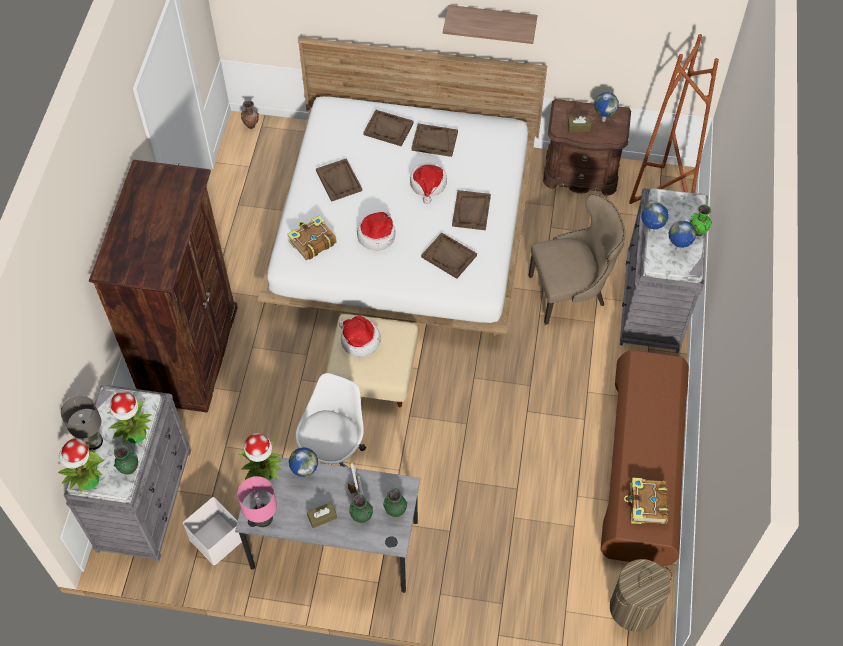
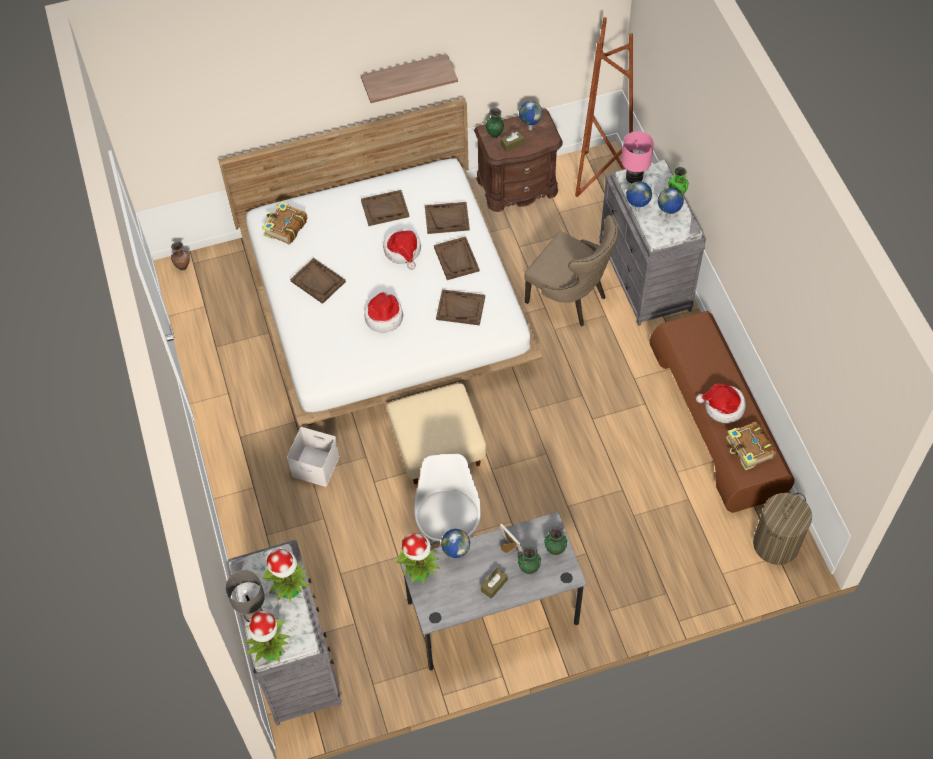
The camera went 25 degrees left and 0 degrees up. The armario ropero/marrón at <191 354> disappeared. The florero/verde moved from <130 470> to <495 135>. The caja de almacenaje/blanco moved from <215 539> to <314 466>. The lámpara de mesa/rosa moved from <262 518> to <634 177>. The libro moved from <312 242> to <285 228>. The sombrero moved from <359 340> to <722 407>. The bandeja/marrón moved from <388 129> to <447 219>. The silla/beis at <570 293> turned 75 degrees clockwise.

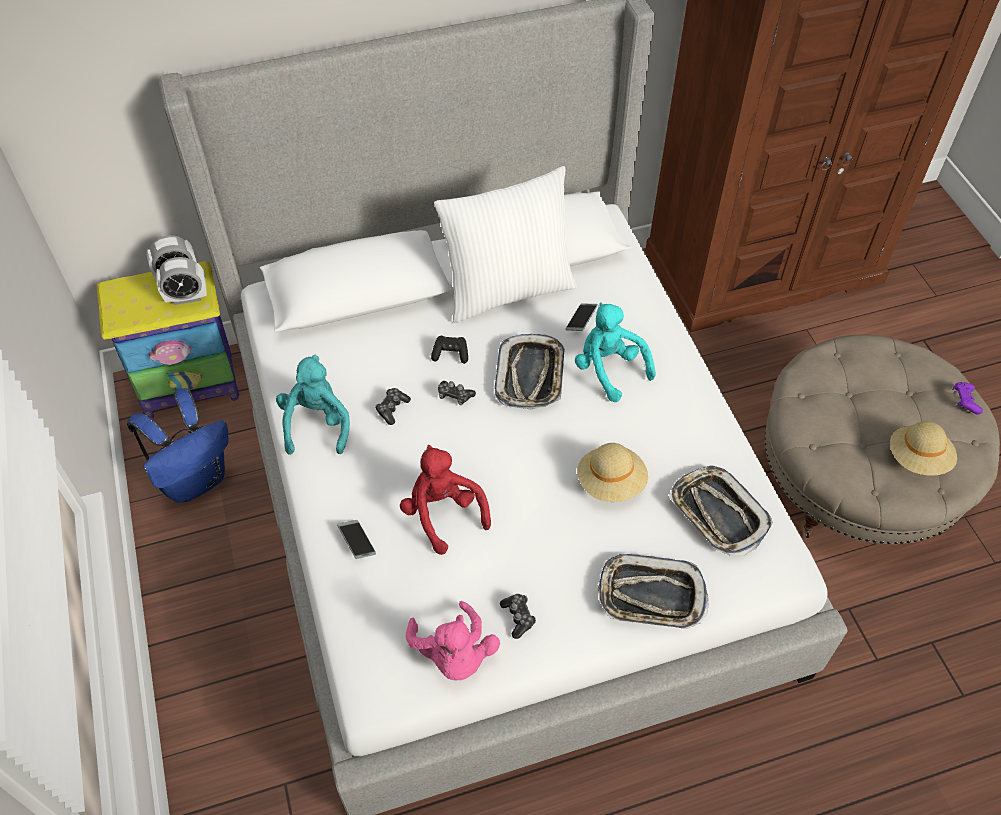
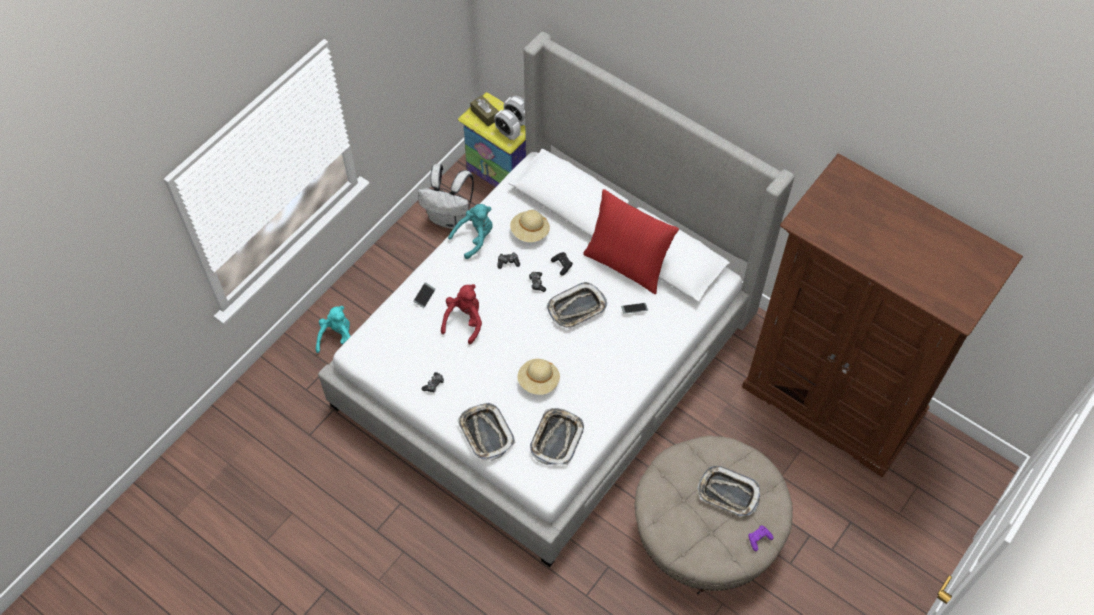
The camera went 55 degrees right and 5 degrees up. The peluche/rosa at <454 655> disappeared. The caja de pañuelos/marrón at <485 114> appeared. The bandeja at <728 493> appeared. The peluche/turquesa moved from <609 369> to <337 339>. The sombrero/beis moved from <918 459> to <530 232>. The mochila/azul at <195 479> became the mochila/blanco at <450 218>. The cojín/blanco at <507 289> became the cojín/rojo at <627 264>.

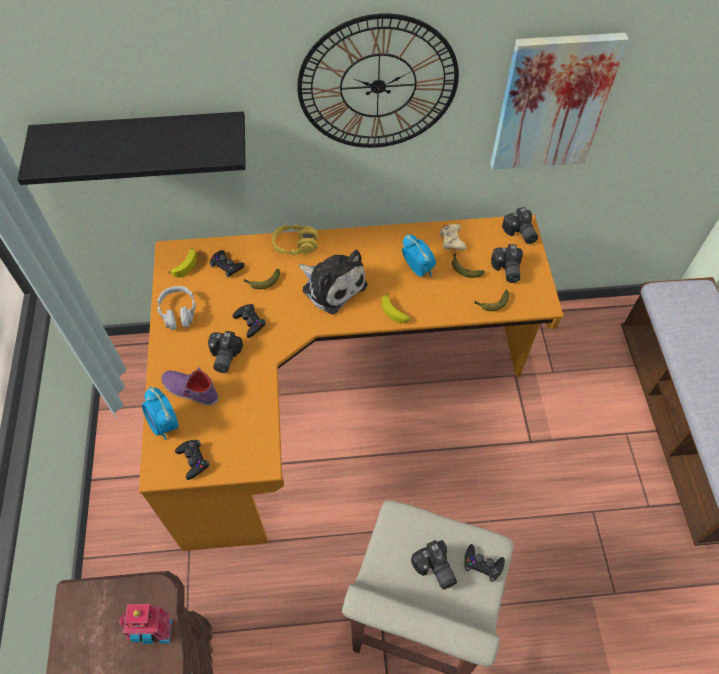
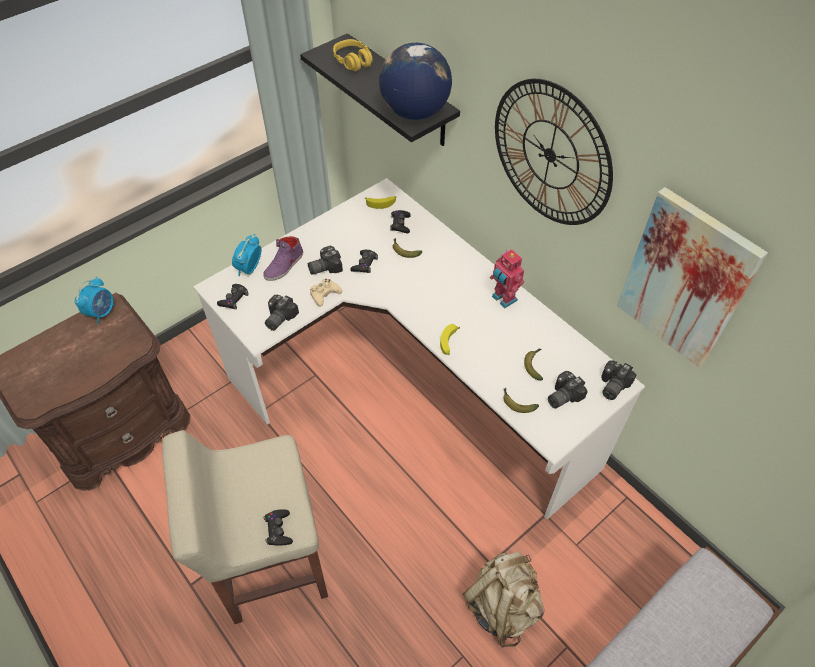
The camera went 55 degrees right and 5 degrees down. The auriculares/gris at <178 312> disappeared. The peluche at <332 285> disappeared. The globo terráqueo at <414 112> appeared. The mochila/beis at <502 605> appeared. The robot de juguete moved from <157 634> to <503 299>. The auriculares/amarillo moved from <295 245> to <353 61>. The despertador moved from <417 268> to <102 312>. The cámara moved from <434 570> to <278 318>. The mando de consola/beis moved from <452 240> to <324 294>. The escritorio/naranja at <329 395> became the escritorio/blanco at <412 389>. The zapato/morado at <190 390> turned 135 degrees counterclockwise.

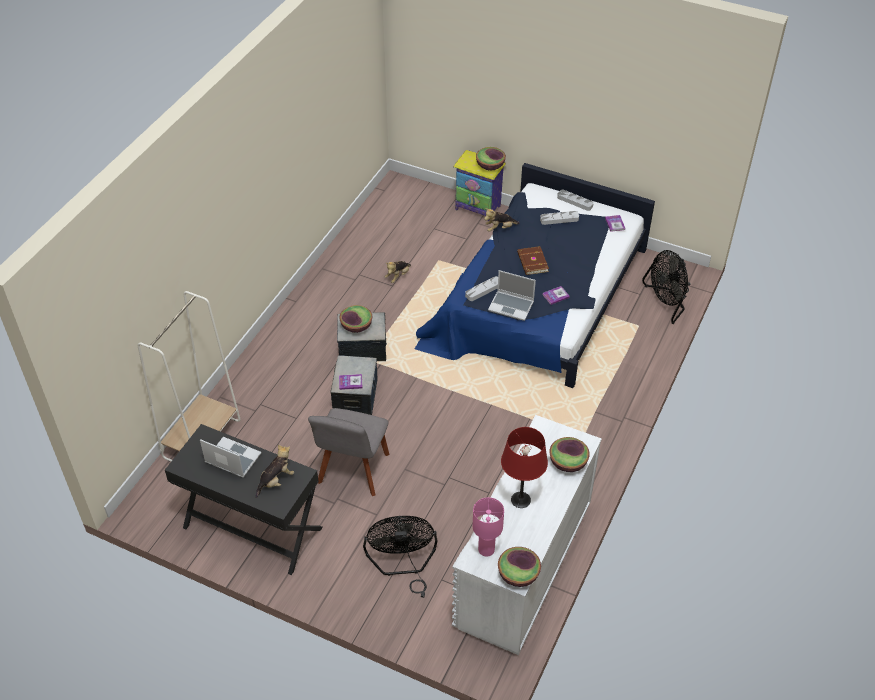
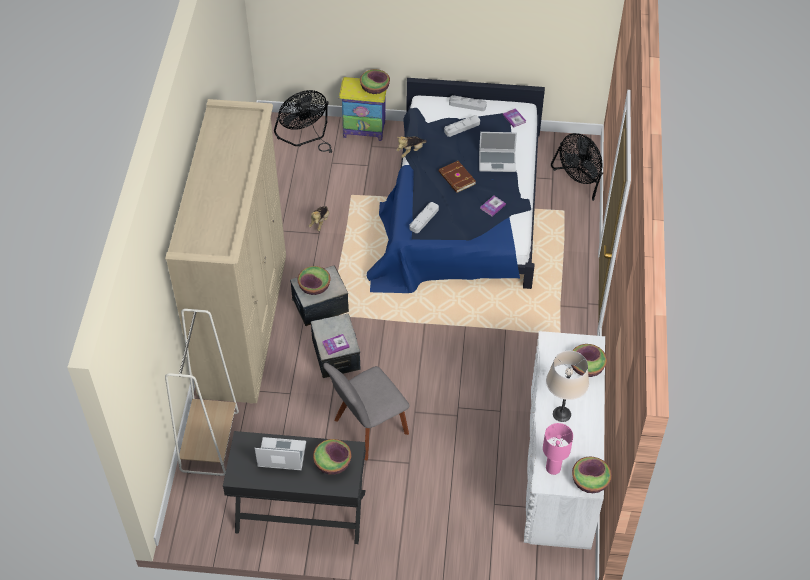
The camera went 20 degrees left and 5 degrees up. The armario ropero/beis at <244 323> appeared. The ventilador/negro moved from <404 564> to <308 136>. The portátil moved from <511 306> to <497 161>. The peluche at <276 480> was replaced by the cuenco at <332 463>. The lámpara de mesa/rojo at <520 500> became the lámpara de mesa/beis at <561 414>. The silla/gris at <353 471> turned 60 degrees clockwise.

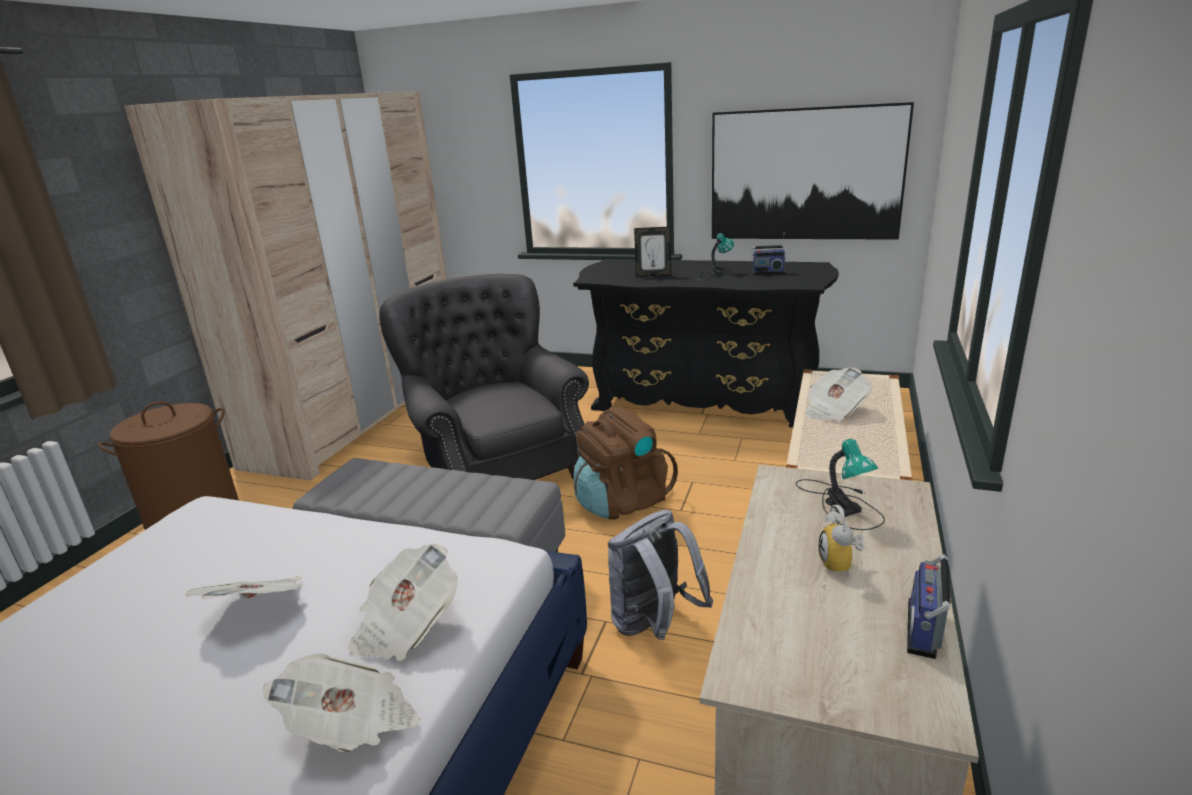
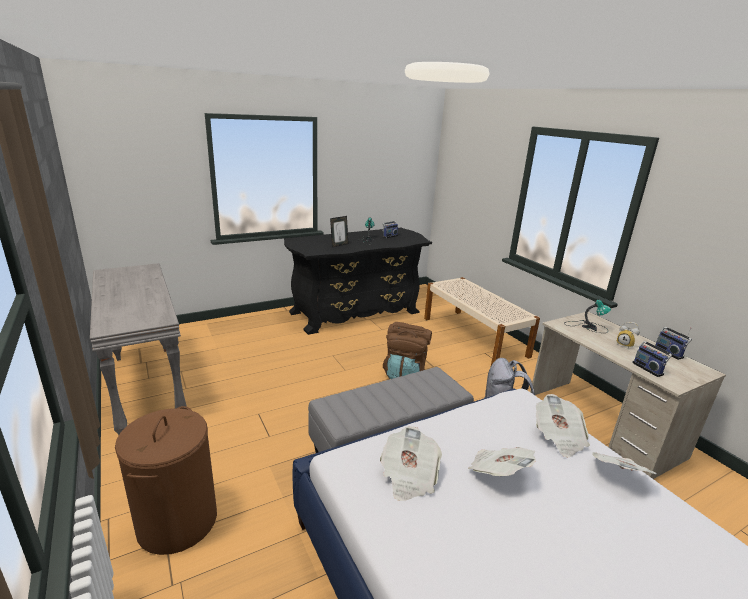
The camera went 50 degrees left and 0 degrees up. The sillón/gris at <498 467> disappeared. The cuadro at <805 175> disappeared. The radio at <648 368> appeared. The periódico moved from <833 411> to <408 477>. The armario ropero/beis at <363 412> was replaced by the mesa consola/gris at <146 388>.

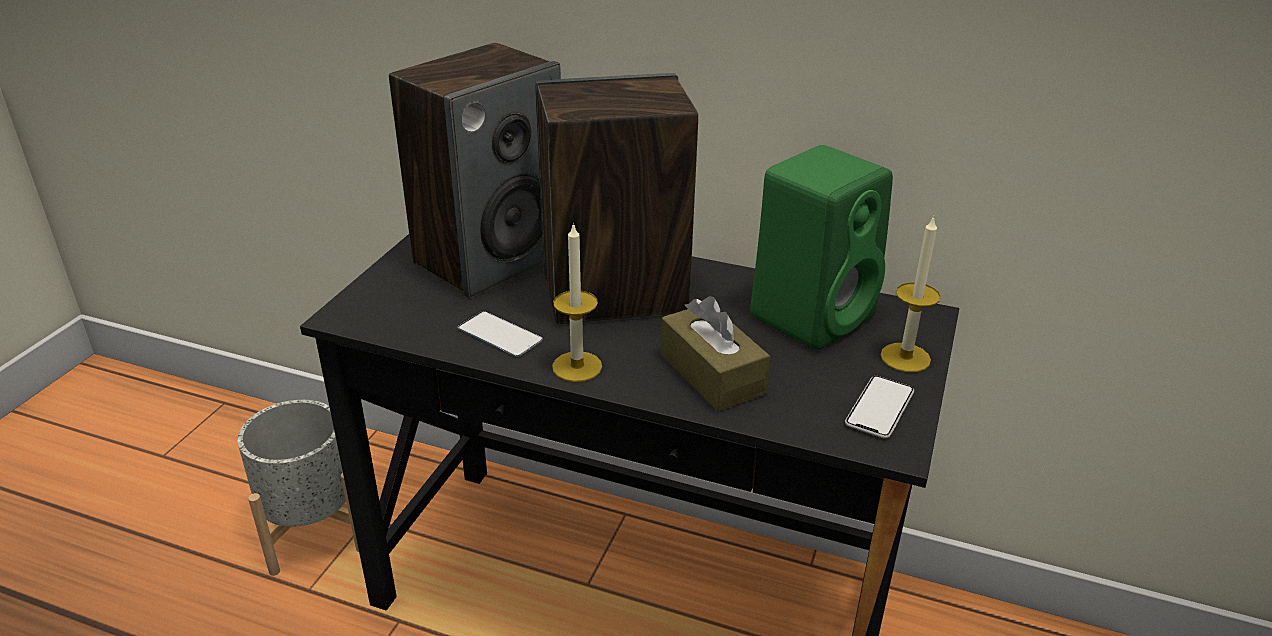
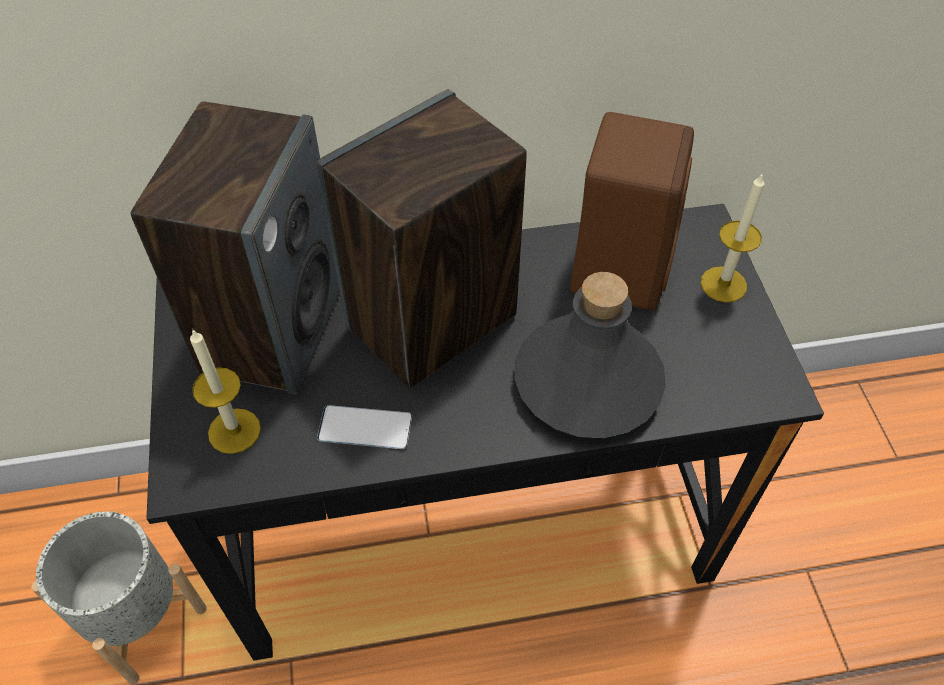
The camera went 30 degrees left and 20 degrees up. The móvil at <879 408> disappeared. The vela moved from <577 366> to <234 431>. The caja de pañuelos/marrón at <712 374> was replaced by the botella/gris at <589 382>. The altavoz/verde at <813 314> became the altavoz/marrón at <619 266>.

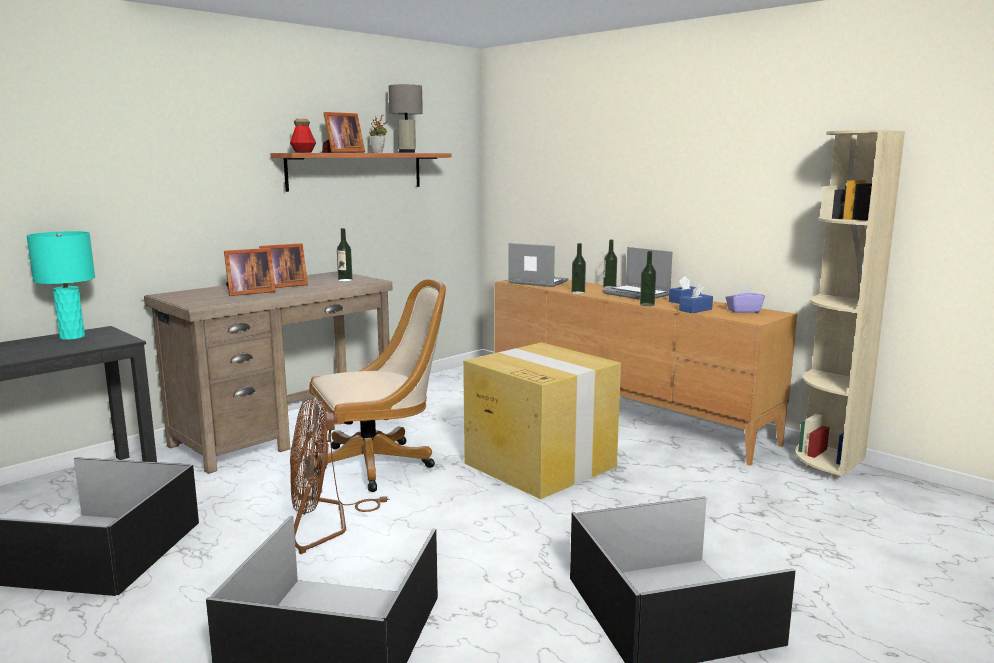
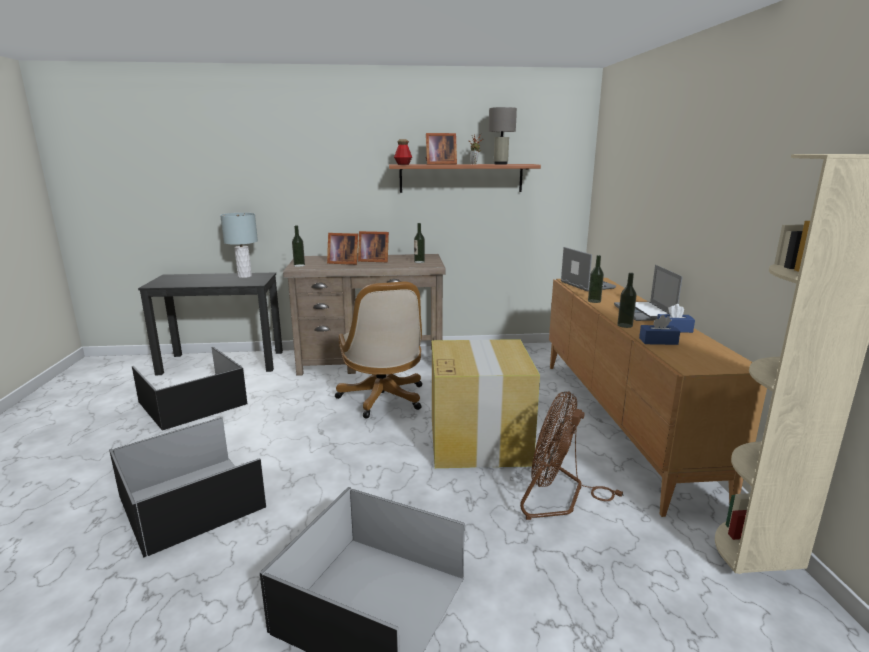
The camera went 40 degrees right and 5 degrees up. The caja de pañuelos/morado at <743 311> disappeared. The ventilador/marrón moved from <325 519> to <561 493>. The botella moved from <609 287> to <299 265>. The lámpara de mesa/turquesa at <72 337> became the lámpara de mesa/gris at <244 276>. The silla de oficina at <379 463> turned 60 degrees clockwise.

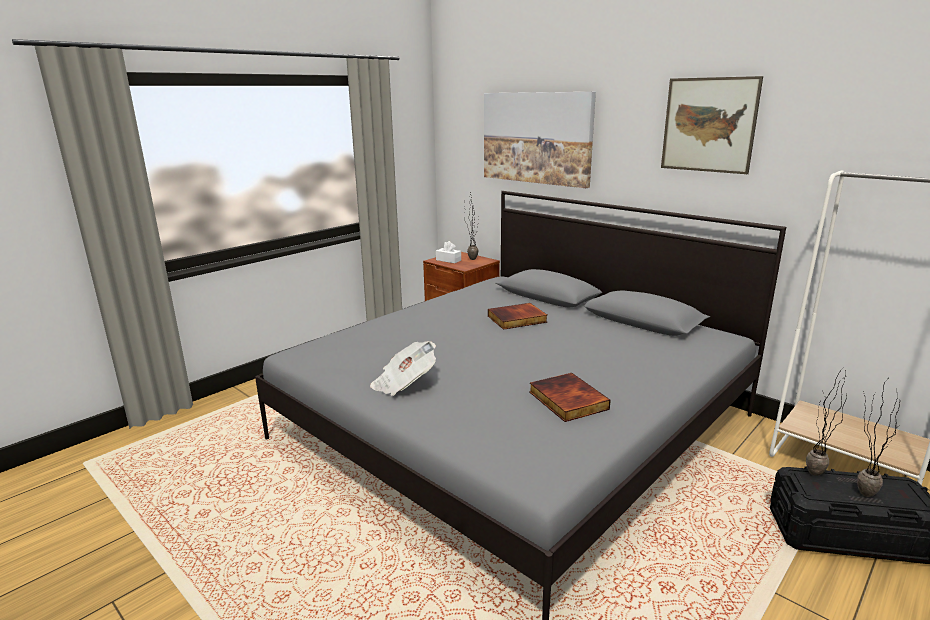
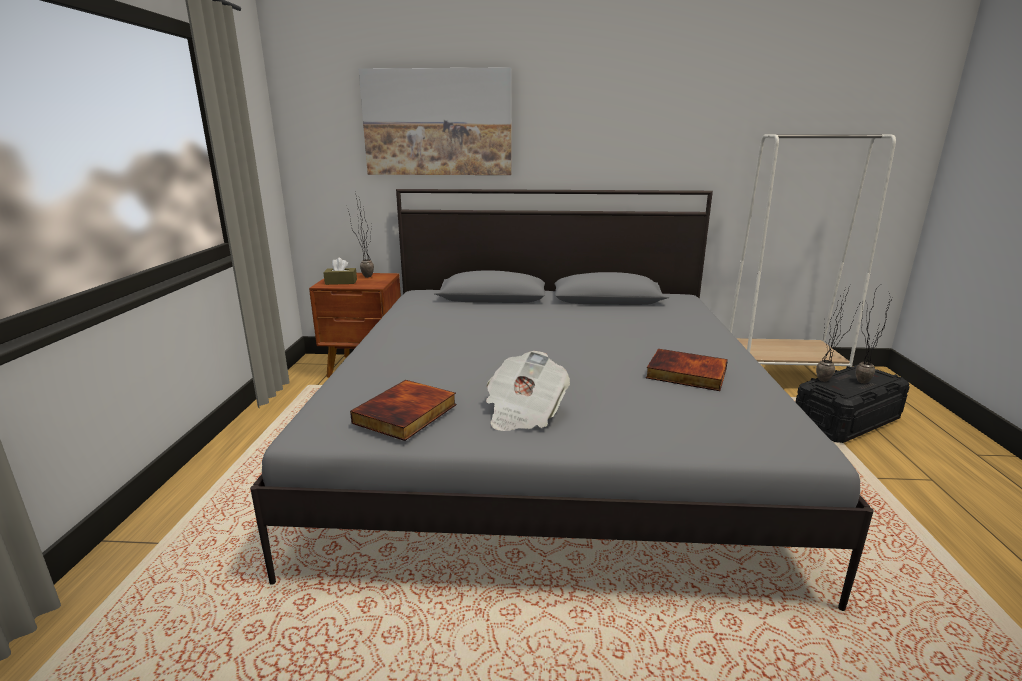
The camera went 40 degrees left and 0 degrees up. The cuadro at <709 125> disappeared. The libro moved from <517 319> to <406 414>. The caja de pañuelos/blanco at <448 260> became the caja de pañuelos/marrón at <341 282>.

